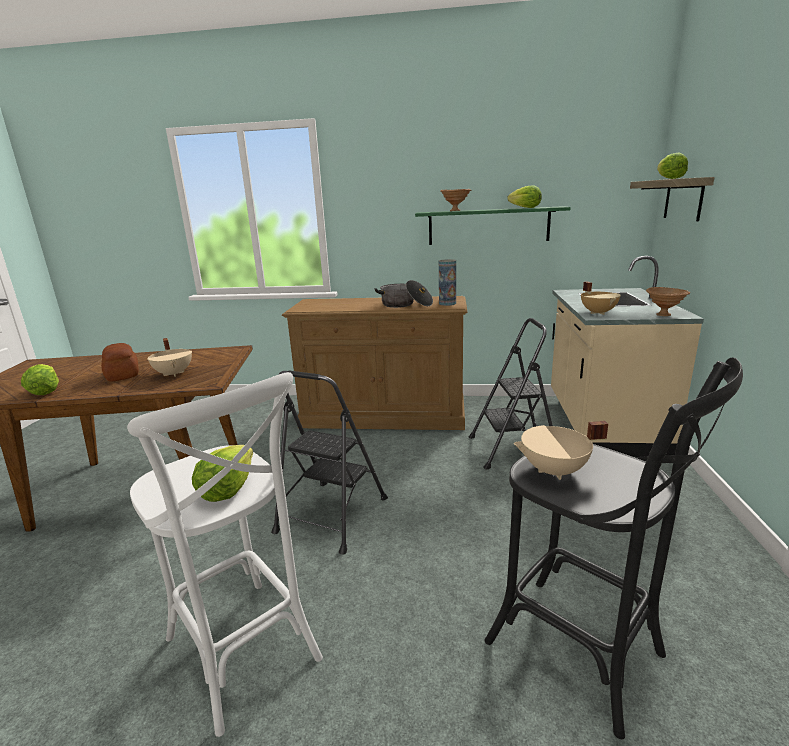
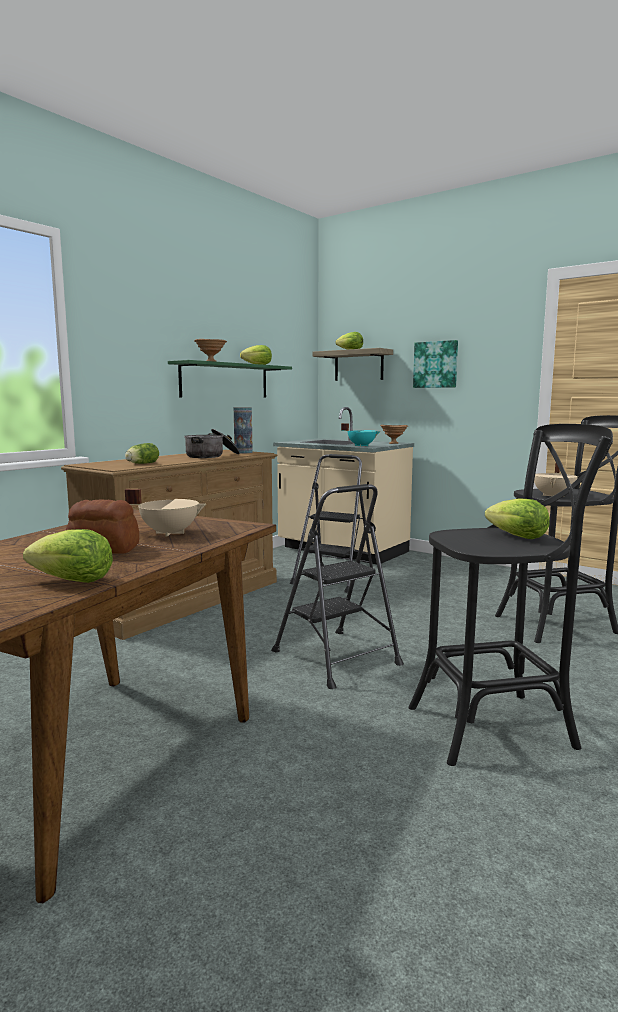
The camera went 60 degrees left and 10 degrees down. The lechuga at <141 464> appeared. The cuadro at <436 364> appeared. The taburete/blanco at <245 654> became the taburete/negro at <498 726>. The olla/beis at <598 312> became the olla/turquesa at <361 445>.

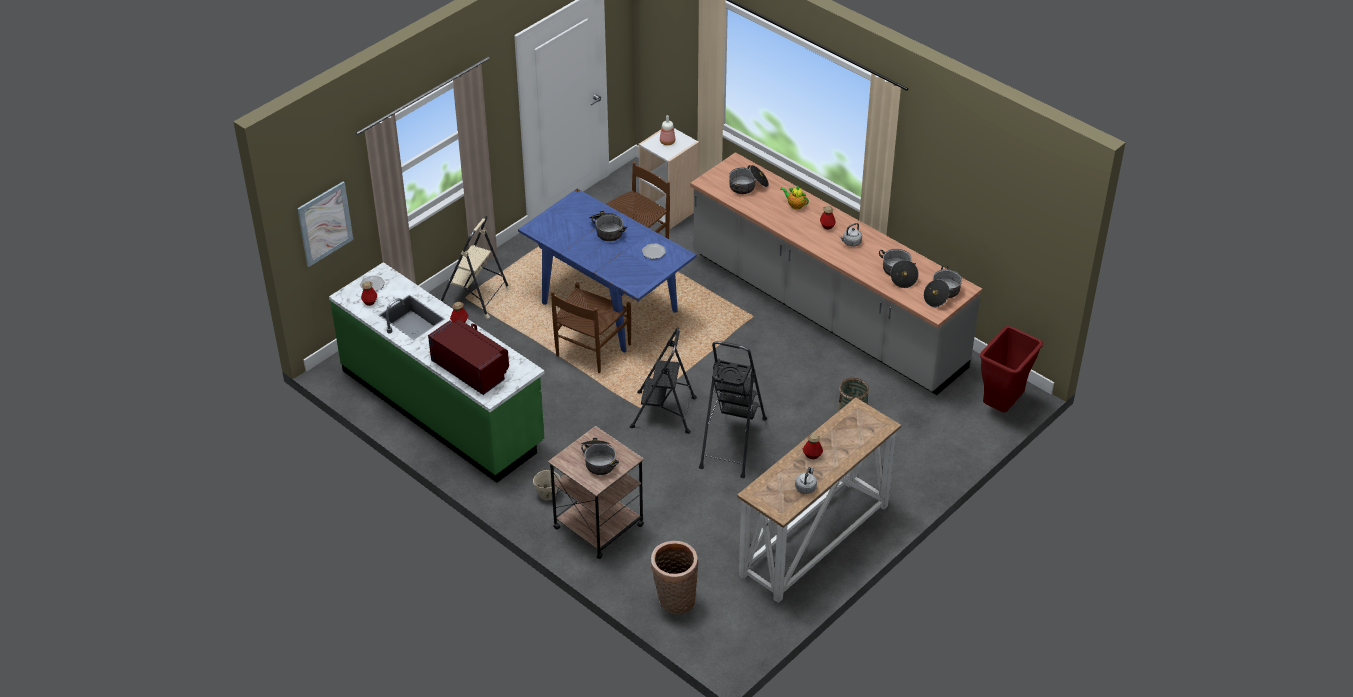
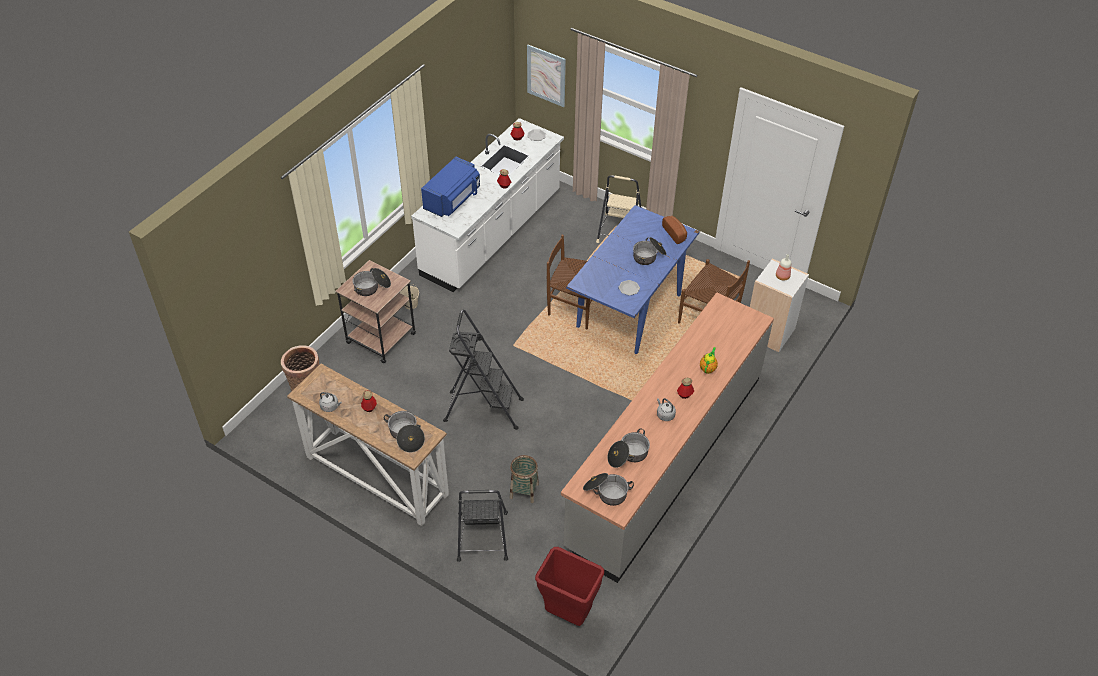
The camera went 80 degrees right and 5 degrees up. The pan at <675 233> appeared. The escalera de tijera/negro moved from <665 412> to <482 537>. The olla moved from <748 186> to <406 436>. The mueble bajo de cocina/verde at <443 407> became the mueble bajo de cocina/blanco at <492 234>. The microondas/rojo at <472 369> became the microondas/azul at <453 200>.

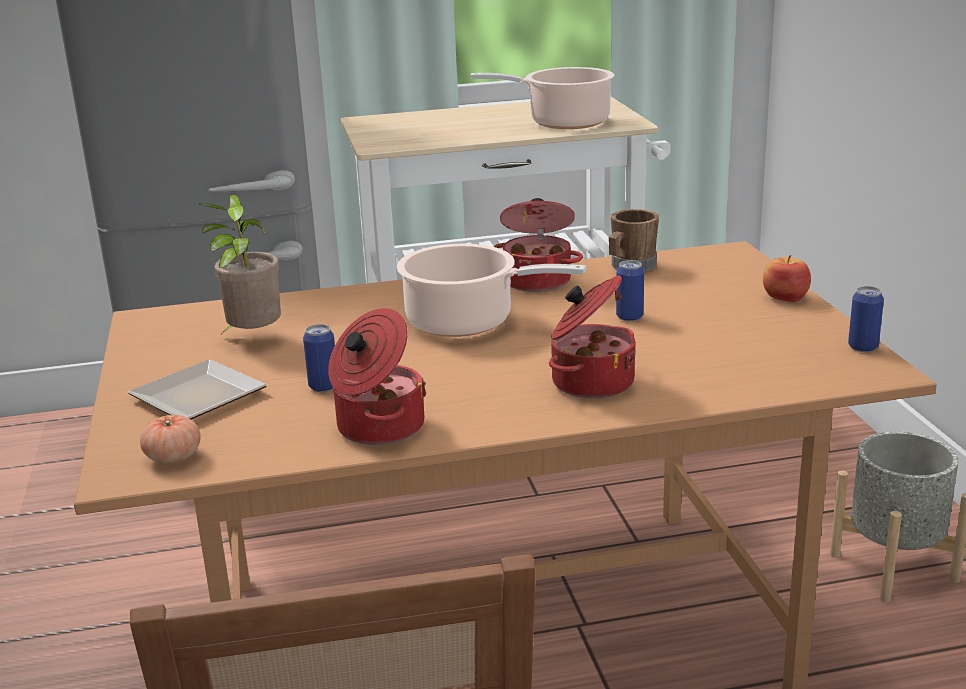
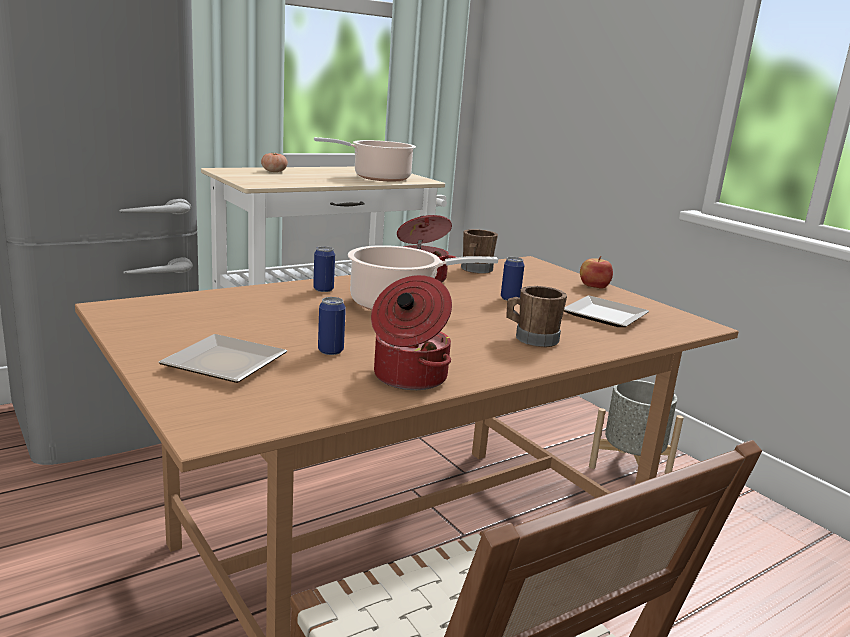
The camera went 25 degrees left and 5 degrees down. The planta en maceta at <252 339> disappeared. The plato at <605 317> appeared. The tomate moved from <173 457> to <274 171>. The lata moved from <863 347> to <323 289>. The olla at <590 382> was replaced by the taza grande/marrón at <531 339>.

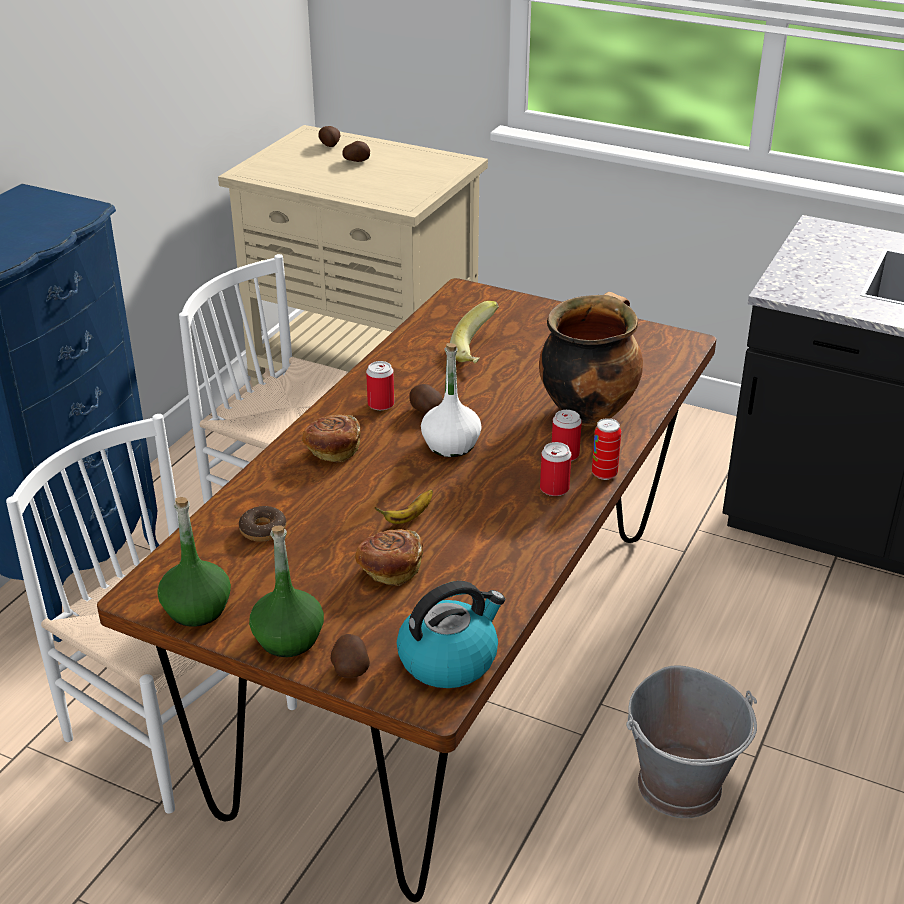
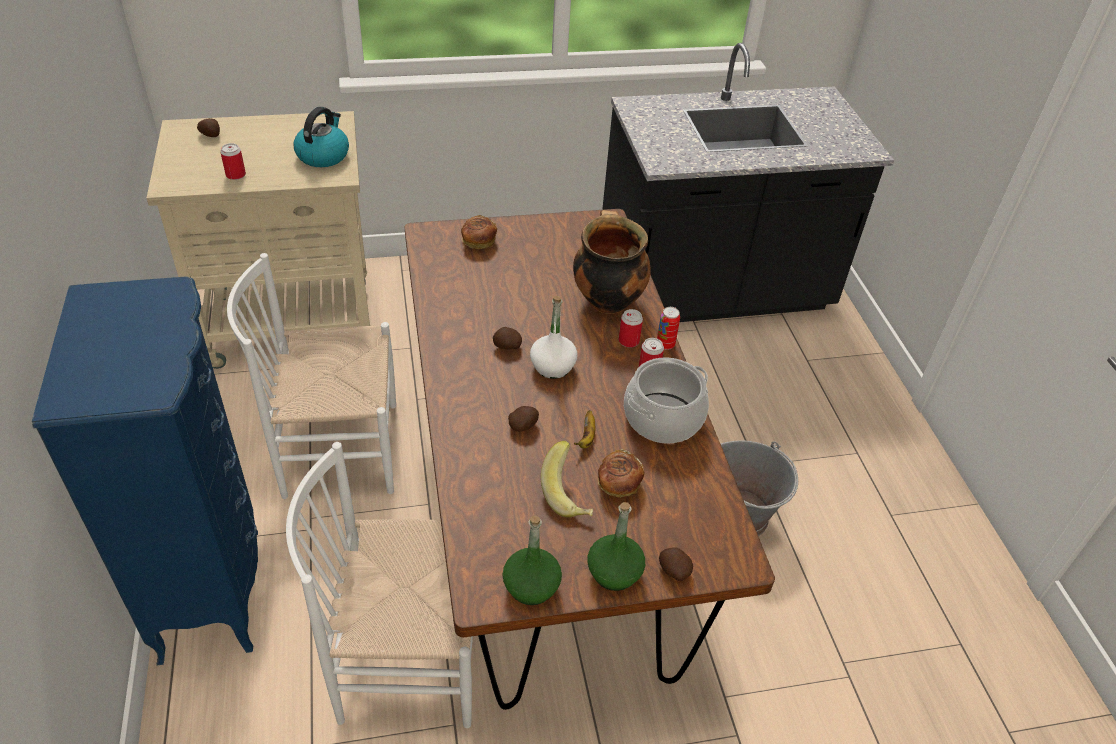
The camera went 40 degrees left and 10 degrees up. The rosquilla at <263 530> disappeared. The olla at <663 419> appeared. The pan moved from <333 450> to <478 241>. The patata moved from <356 161> to <523 426>. The lata moved from <381 404> to <236 175>. The hervidor moved from <449 659> to <323 155>. The plátano moved from <478 352> to <569 494>.

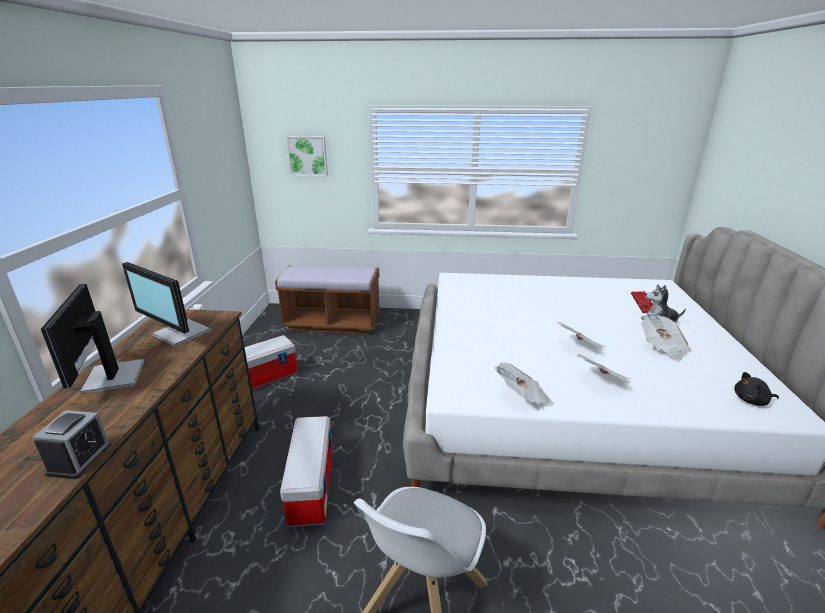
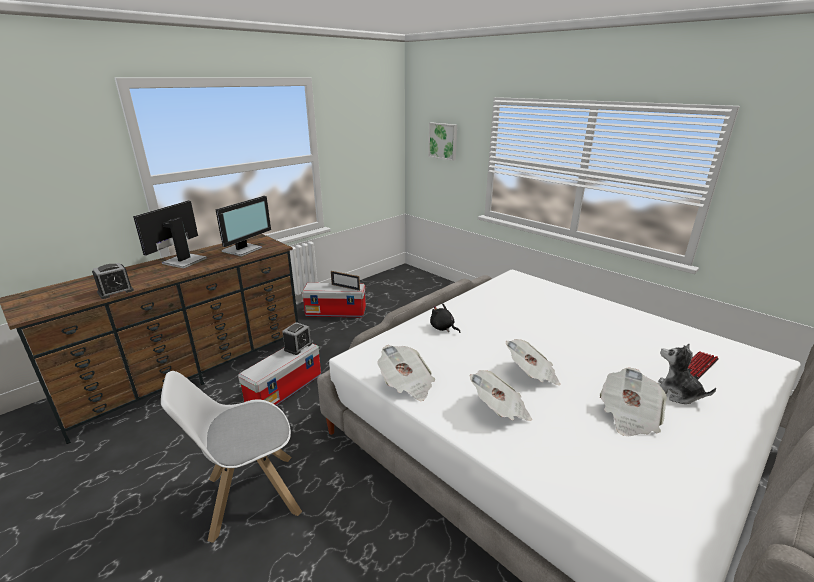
The camera went 40 degrees right and 0 degrees up. The banco/marrón at <333 323> disappeared. The despertador at <298 347> appeared. The portarretratos at <345 287> appeared. The peluche/negro moved from <752 401> to <443 328>. The monitor at <180 334> turned 135 degrees counterclockwise.

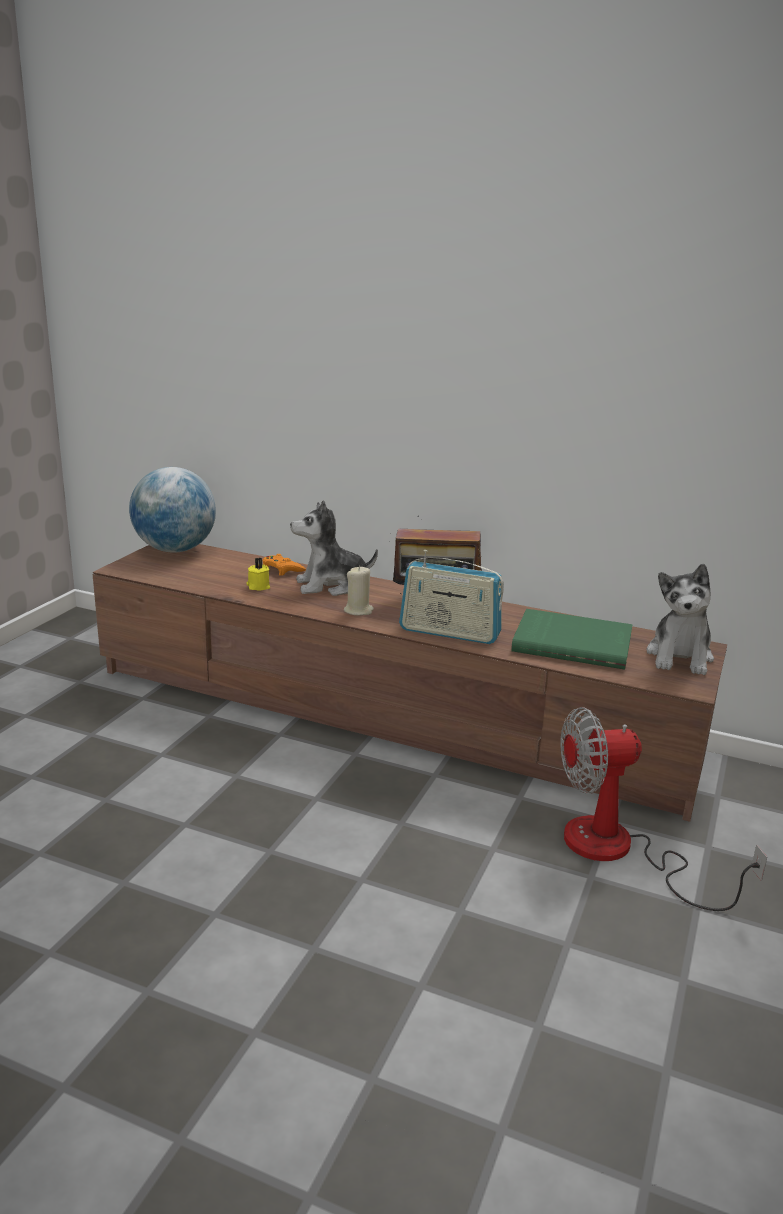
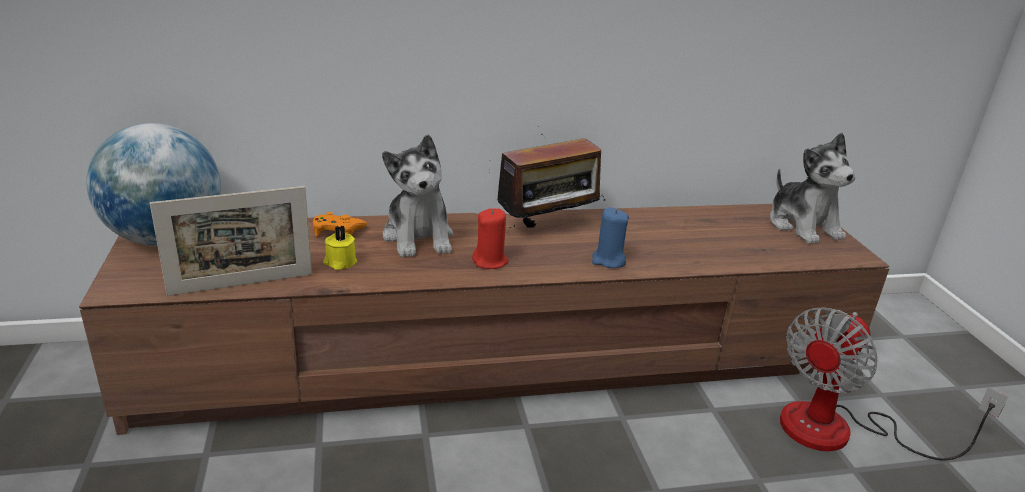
The camera went 35 degrees left and 5 degrees up. The libro/verde at <572 643> disappeared. The portarretratos at <241 284> appeared. The radio at <449 632> was replaced by the vela/azul at <608 260>. The vela/beis at <358 611> became the vela/rojo at <490 261>. The peluche at <330 585> turned 60 degrees counterclockwise.

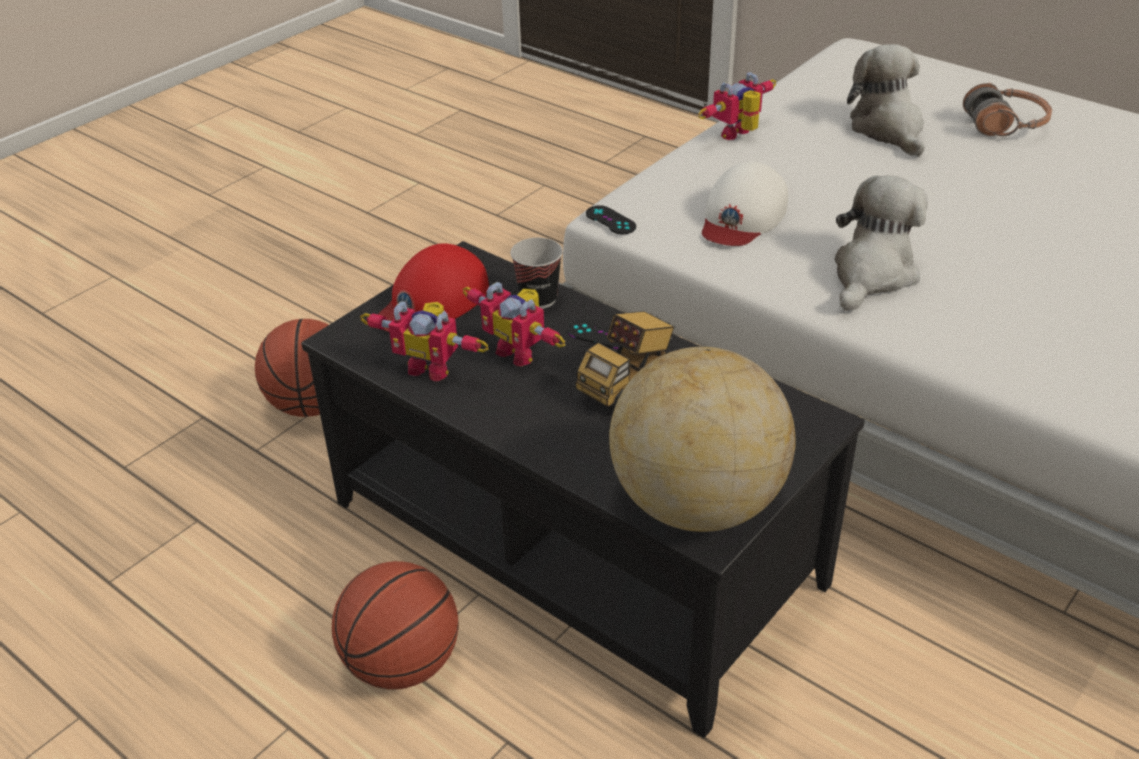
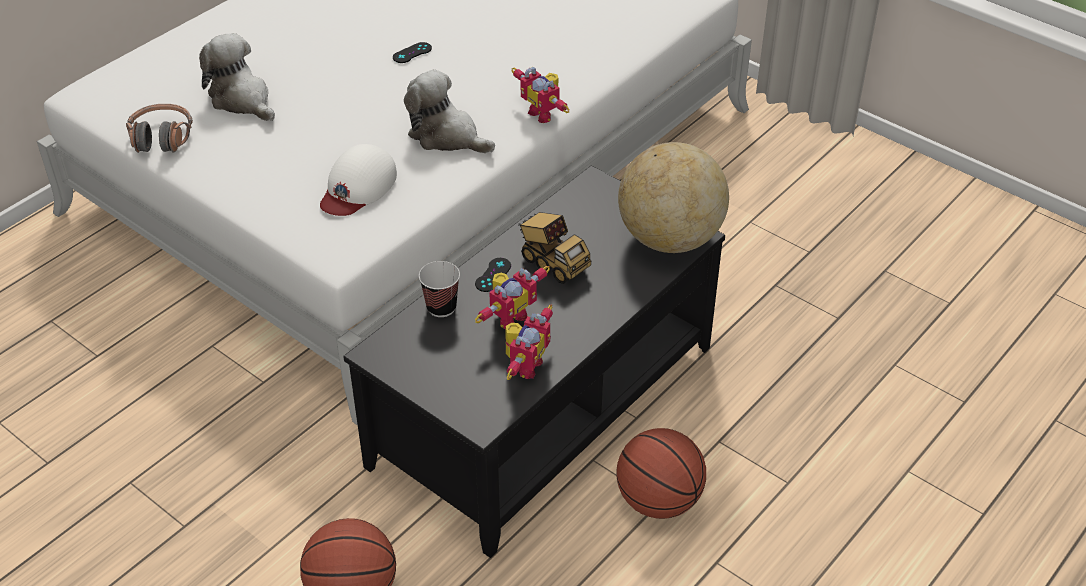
The camera went 90 degrees left and 5 degrees up. The gorra/rojo at <433 301> disappeared. The mando de consola/negro moved from <610 220> to <412 53>. The robot de juguete moved from <740 135> to <544 113>. The auriculares moved from <1004 125> to <161 138>. The gorra/blanco at <742 216> turned 90 degrees clockwise. The peluche at <888 130> turned 60 degrees clockwise.

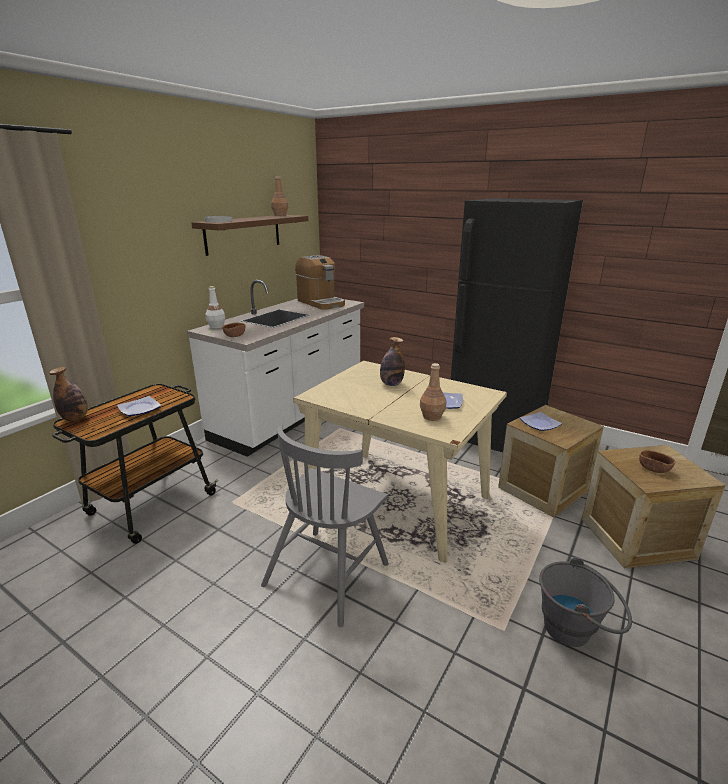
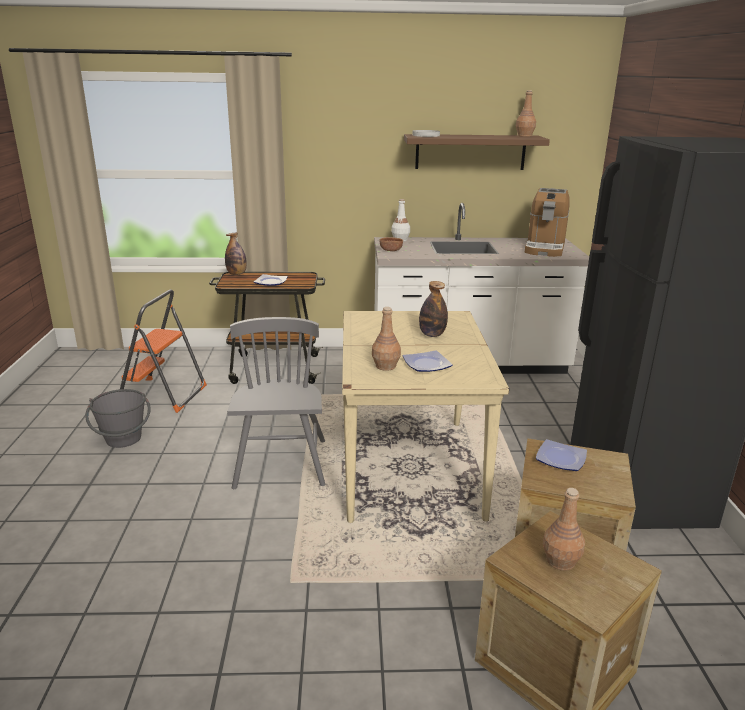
The camera went 55 degrees right and 0 degrees up. The escalera de tijera/naranja at <165 395> appeared. The cubo/gris moved from <577 629> to <123 442>. The cuenco/marrón at <654 468> was replaced by the botella/marrón at <561 561>. The silla/gris at <330 569> turned 90 degrees clockwise.

